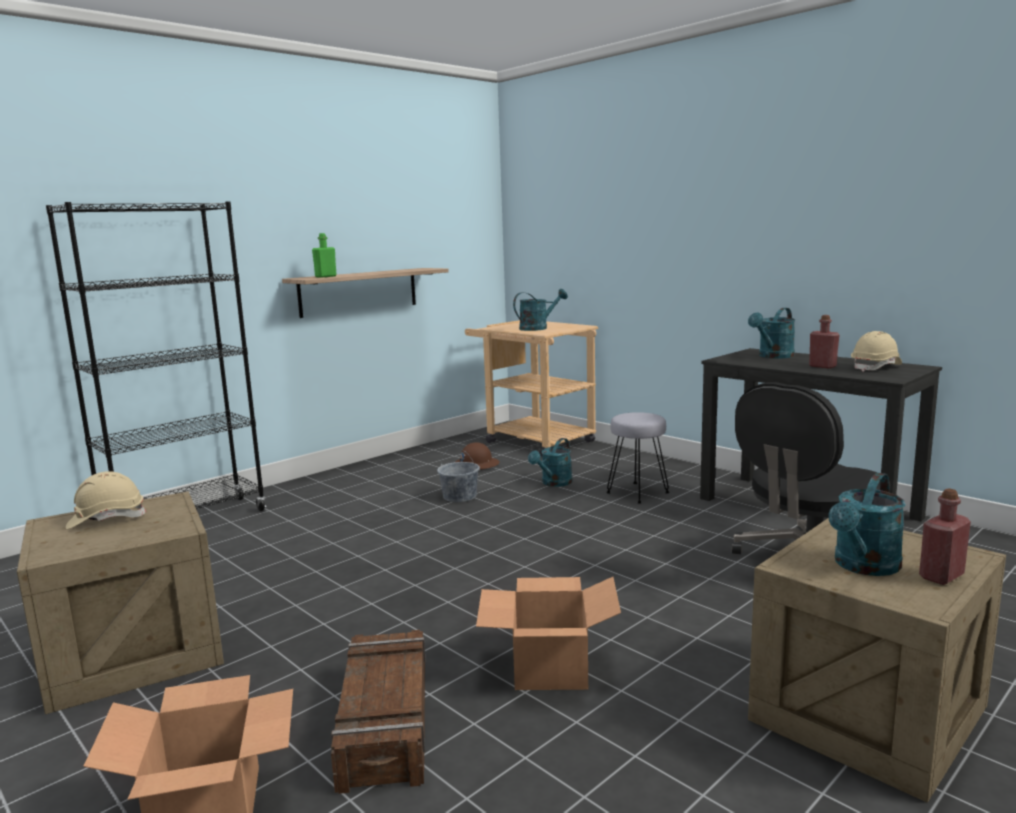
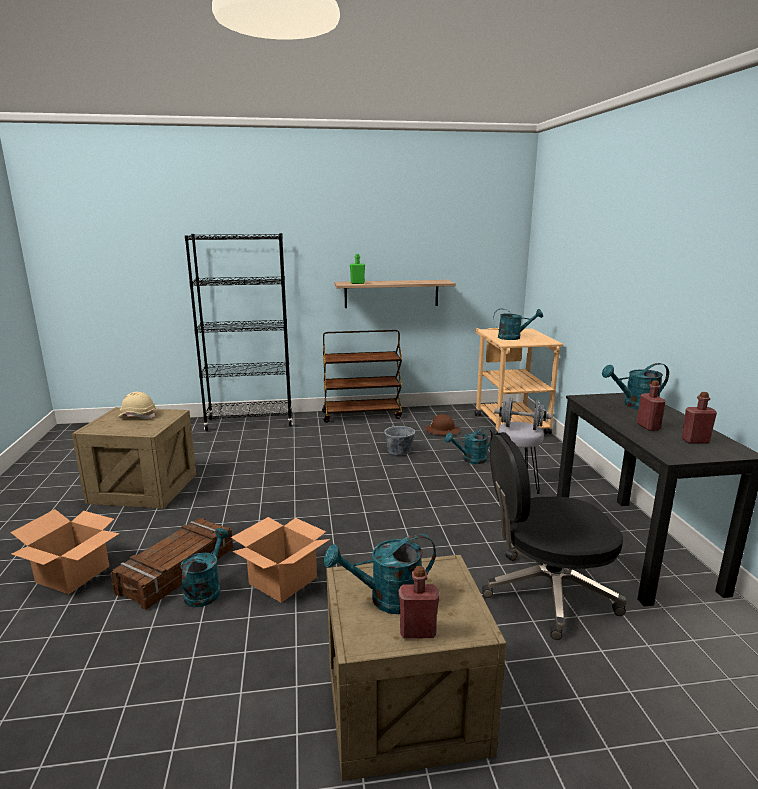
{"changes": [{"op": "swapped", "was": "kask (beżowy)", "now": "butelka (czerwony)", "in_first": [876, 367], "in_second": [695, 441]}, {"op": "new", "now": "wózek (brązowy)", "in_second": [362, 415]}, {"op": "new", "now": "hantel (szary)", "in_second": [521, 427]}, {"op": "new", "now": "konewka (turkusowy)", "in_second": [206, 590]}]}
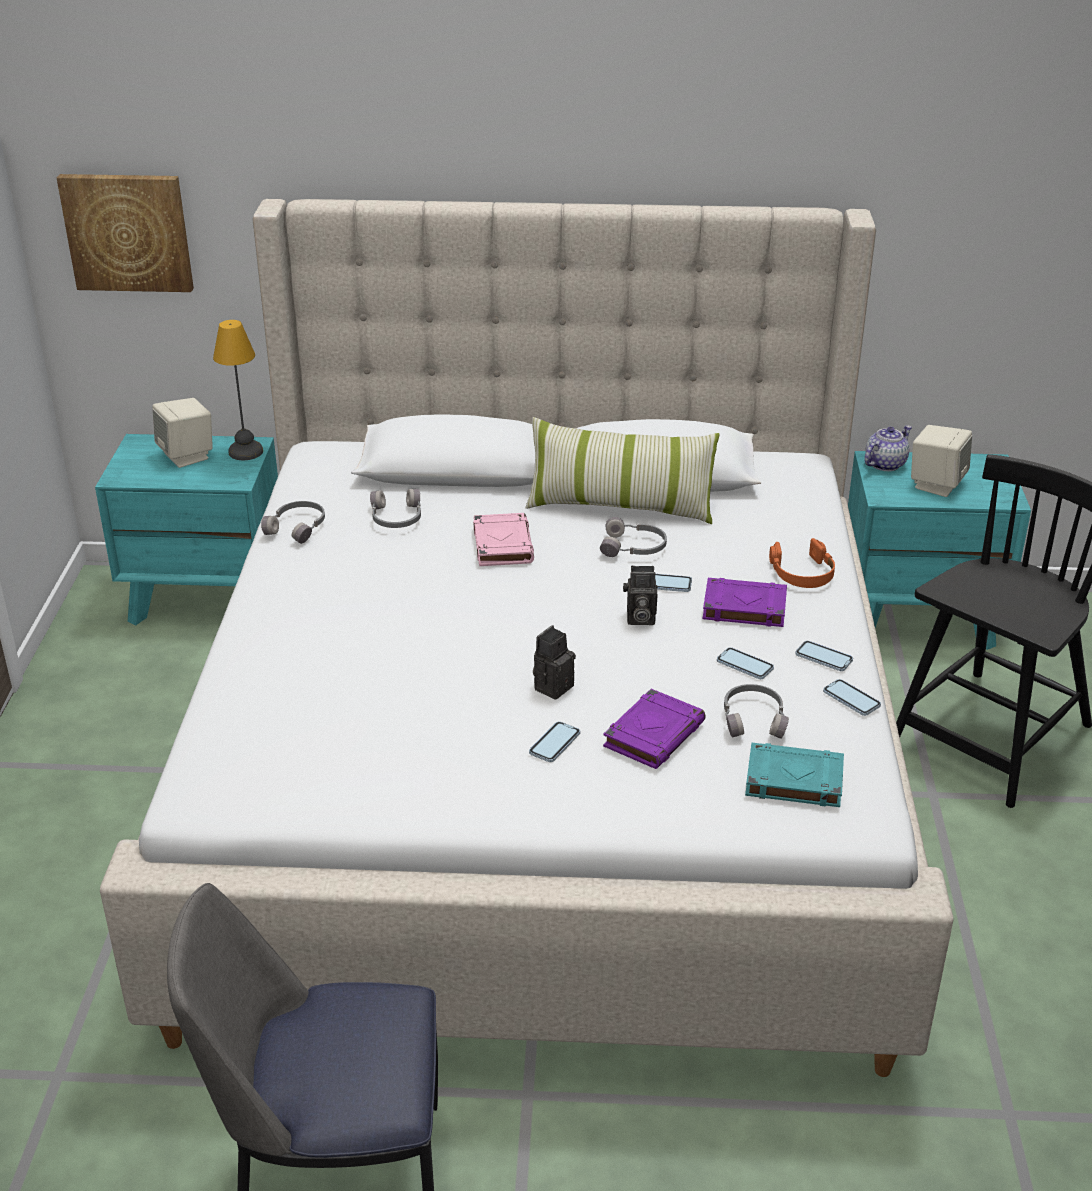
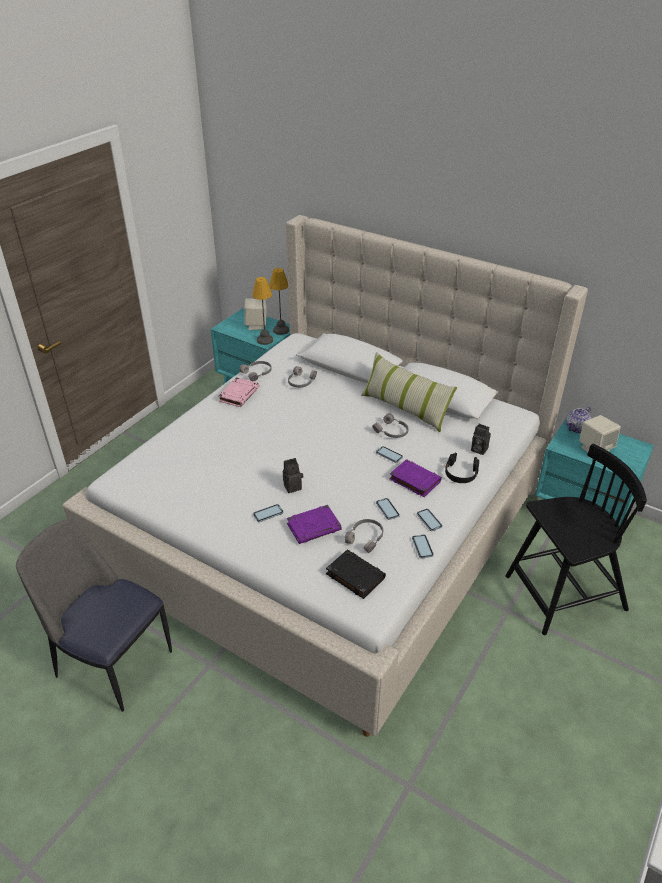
{"changes": [{"op": "gone", "was": "obraz", "in_first": [128, 232]}, {"op": "rotated", "was": "imbryk", "in_first": [885, 464], "in_second": [576, 428], "clockwise": 150}, {"op": "shifted", "was": "książka (różowy)", "in_first": [502, 544], "in_second": [239, 394]}, {"op": "repainted", "was": "słuchawki (pomarańczowy)", "now": "słuchawki (czarny)", "in_first": [802, 573], "in_second": [461, 473]}, {"op": "shifted", "was": "aparat fotograficzny", "in_first": [639, 618], "in_second": [478, 449]}, {"op": "repainted", "was": "książka (turkusowy)", "now": "książka (czarny)", "in_first": [792, 780], "in_second": [354, 576]}, {"op": "new", "now": "lampa stołowa", "in_second": [265, 340]}]}
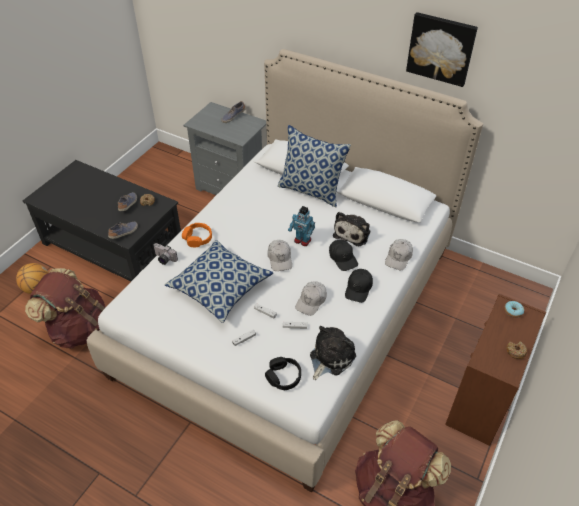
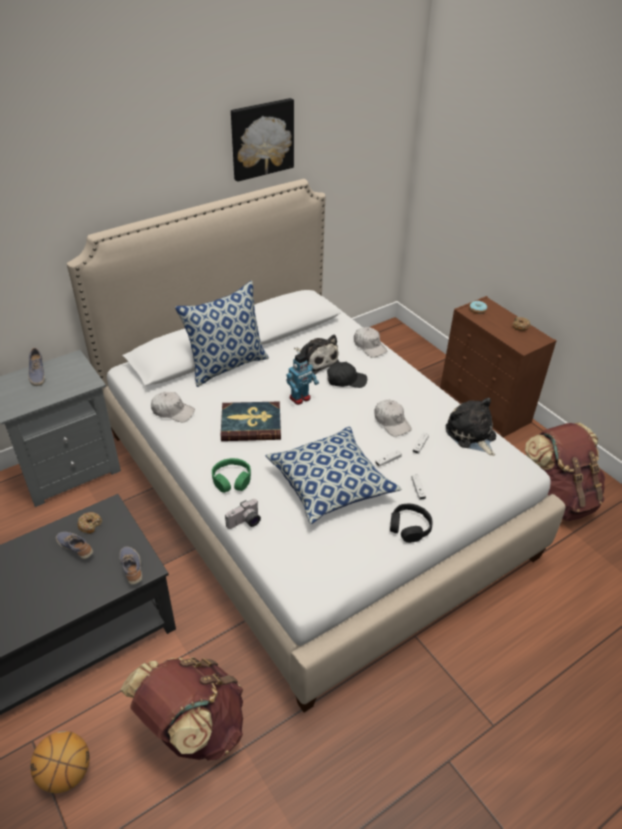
{"changes": [{"op": "repainted", "was": "słuchawki (pomarańczowy)", "now": "słuchawki (zielony)", "in_first": [198, 238], "in_second": [232, 480]}, {"op": "shifted", "was": "czapka z daszkiem (biały)", "in_first": [280, 258], "in_second": [172, 411]}, {"op": "gone", "was": "czapka z daszkiem (czarny)", "in_first": [358, 288]}, {"op": "shifted", "was": "słuchawki (czarny)", "in_first": [283, 376], "in_second": [409, 527]}, {"op": "new", "now": "książka", "in_second": [251, 424]}]}
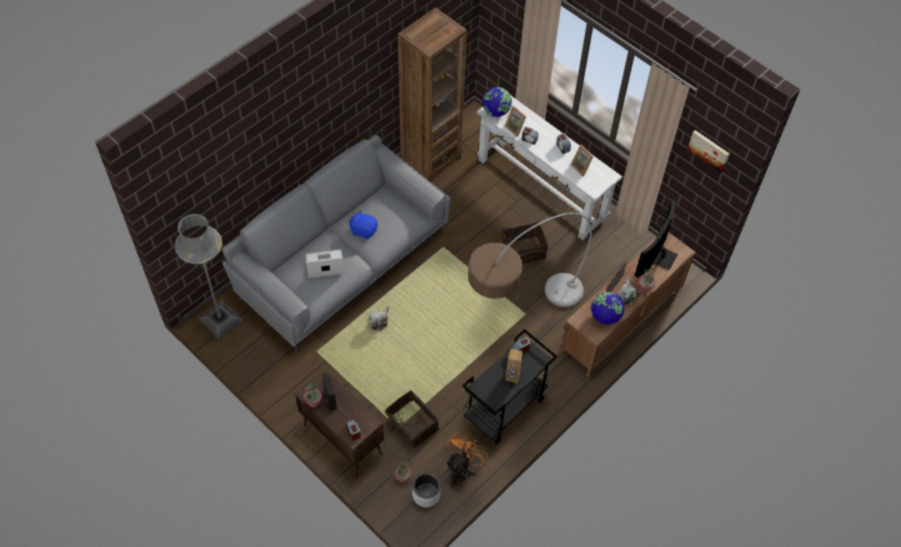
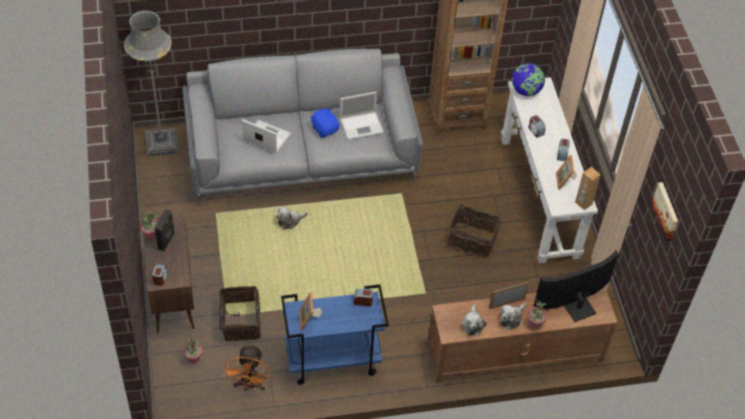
{"changes": [{"op": "shifted", "was": "ramka na zdjęcie", "in_first": [516, 128], "in_second": [309, 319]}, {"op": "gone", "was": "lampa stojąca", "in_first": [520, 315]}, {"op": "swapped", "was": "globus", "now": "pluszak", "in_first": [605, 316], "in_second": [472, 324]}, {"op": "repainted", "was": "wózek (czarny)", "now": "wózek (niebieski)", "in_first": [504, 410], "in_second": [332, 360]}, {"op": "shifted", "was": "głośnik (brązowy)", "in_first": [512, 377], "in_second": [583, 203]}, {"op": "rotated", "was": "wentylator (pomarańczowy)", "in_first": [462, 470], "in_second": [249, 385], "clockwise": 120}, {"op": "gone", "was": "donica (szary)", "in_first": [426, 494]}, {"op": "new", "now": "laptop", "in_second": [362, 125]}]}
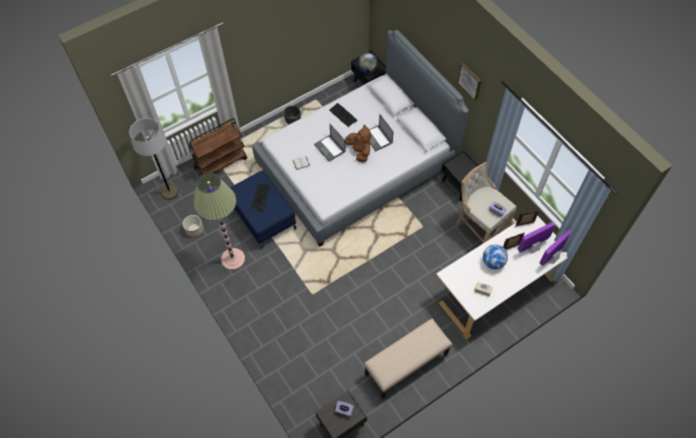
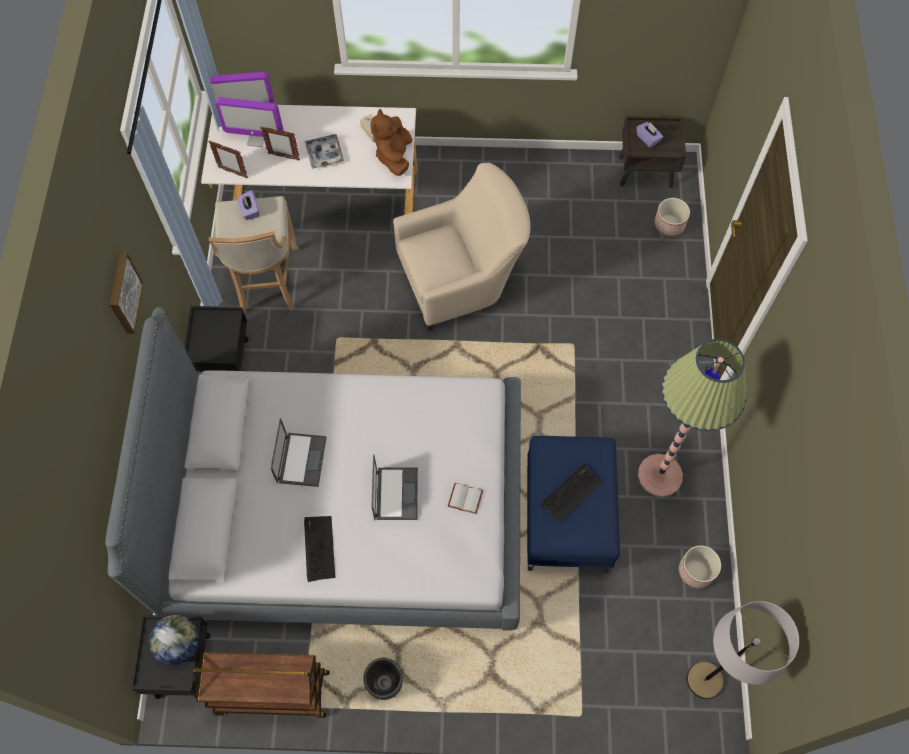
{"changes": [{"op": "shifted", "was": "wózek (brązowy)", "in_first": [221, 163], "in_second": [271, 693]}, {"op": "shifted", "was": "pluszak (brązowy)", "in_first": [359, 151], "in_second": [394, 156]}, {"op": "swapped", "was": "globus", "now": "taca", "in_first": [493, 262], "in_second": [324, 154]}, {"op": "gone", "was": "ławka (beżowy)", "in_first": [406, 365]}, {"op": "new", "now": "fotel (beżowy)", "in_second": [462, 281]}, {"op": "new", "now": "donica", "in_second": [669, 224]}]}
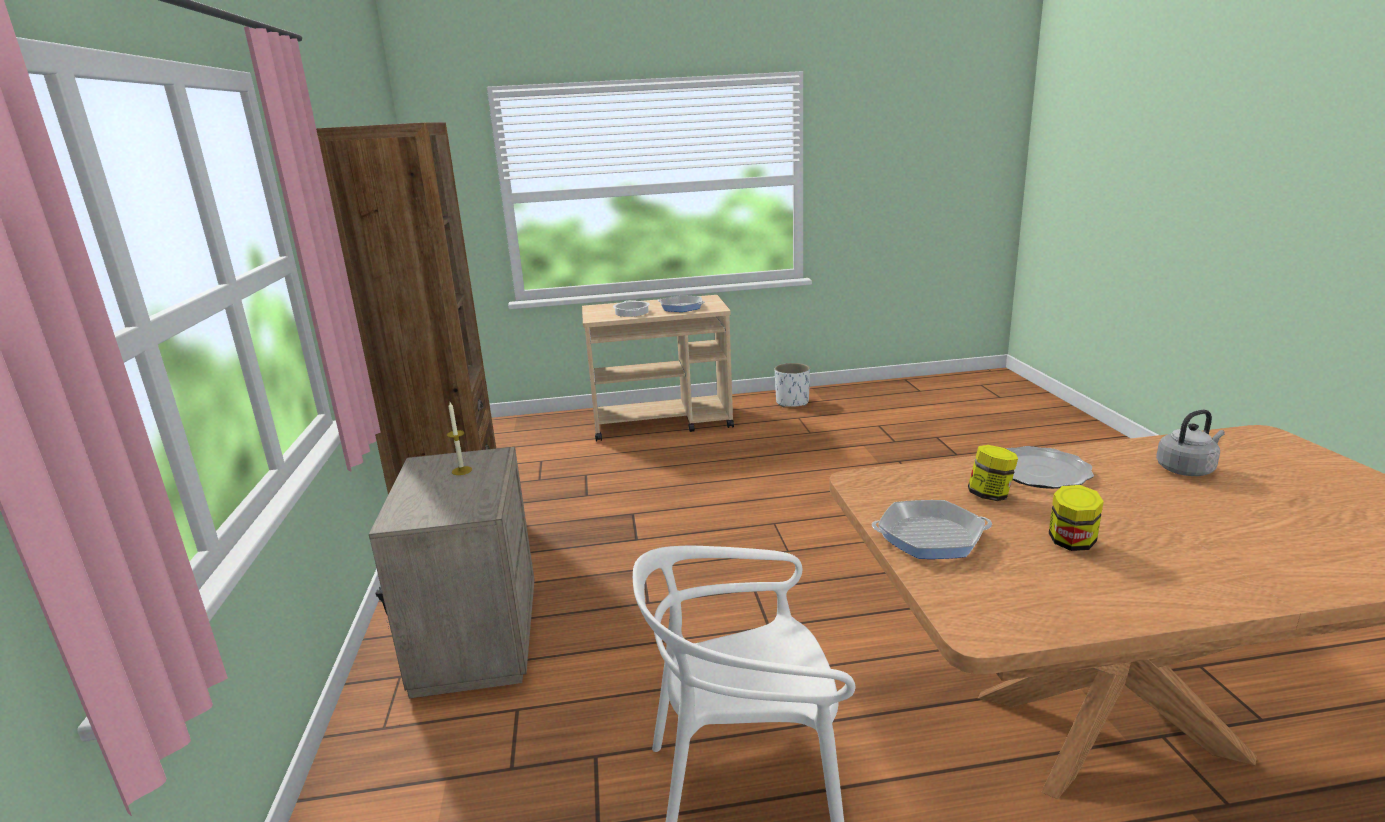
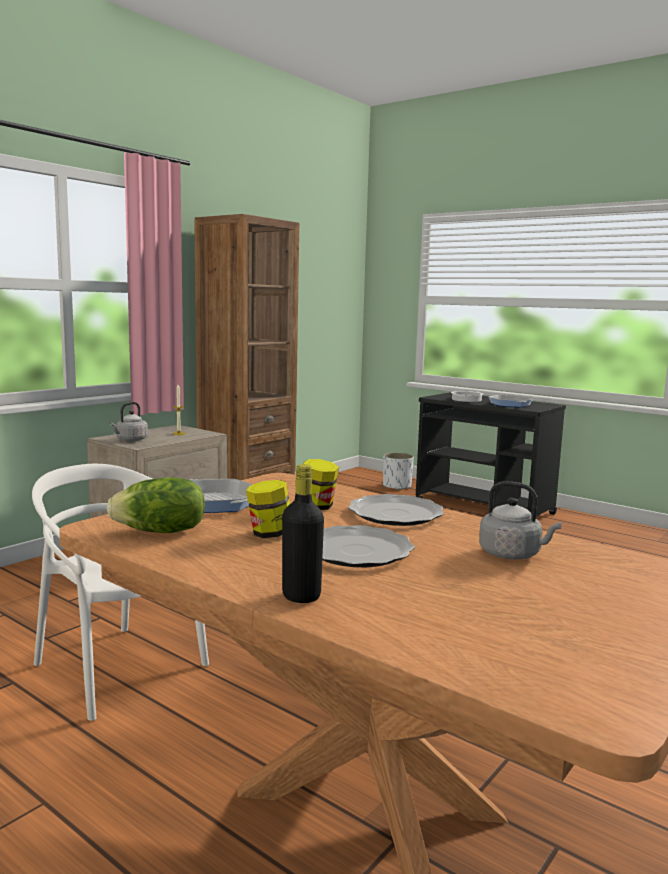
{"changes": [{"op": "repainted", "was": "wózek (beżowy)", "now": "wózek (czarny)", "in_first": [663, 422], "in_second": [485, 508]}, {"op": "shifted", "was": "donica (biały)", "in_first": [792, 402], "in_second": [397, 486]}, {"op": "new", "now": "czajnik (szary)", "in_second": [130, 440]}, {"op": "new", "now": "butelka (czarny)", "in_second": [301, 596]}, {"op": "new", "now": "sałata", "in_second": [161, 532]}, {"op": "new", "now": "talerz", "in_second": [357, 551]}]}
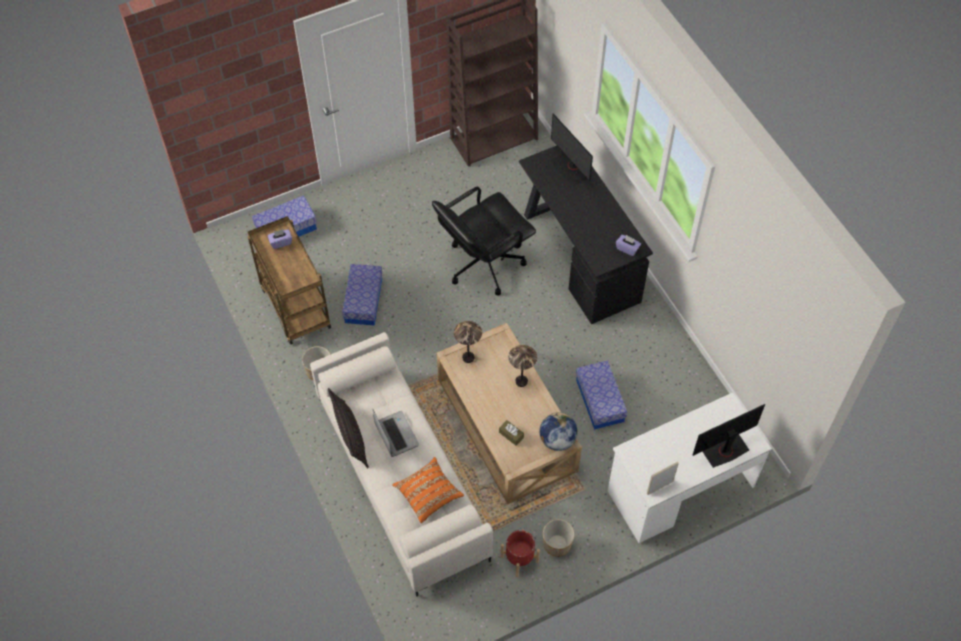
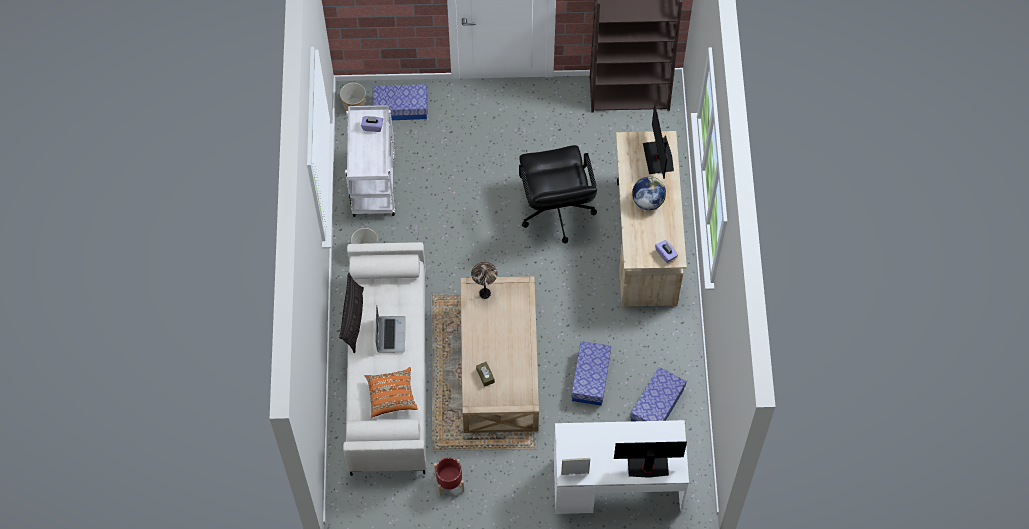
{"changes": [{"op": "repainted", "was": "biurko (czarny)", "now": "biurko (beżowy)", "in_first": [579, 255], "in_second": [645, 238]}, {"op": "rotated", "was": "krzesło biurowe (czarny)", "in_first": [483, 264], "in_second": [556, 211], "clockwise": -90}, {"op": "repainted", "was": "wózek (brązowy)", "now": "wózek (biały)", "in_first": [294, 307], "in_second": [373, 184]}, {"op": "shifted", "was": "pojemnik do przechowywania", "in_first": [363, 301], "in_second": [657, 405]}, {"op": "gone", "was": "lampa stołowa", "in_first": [521, 381]}, {"op": "shifted", "was": "globus", "in_first": [557, 440], "in_second": [647, 201]}, {"op": "shifted", "was": "donica", "in_first": [557, 544], "in_second": [354, 105]}]}
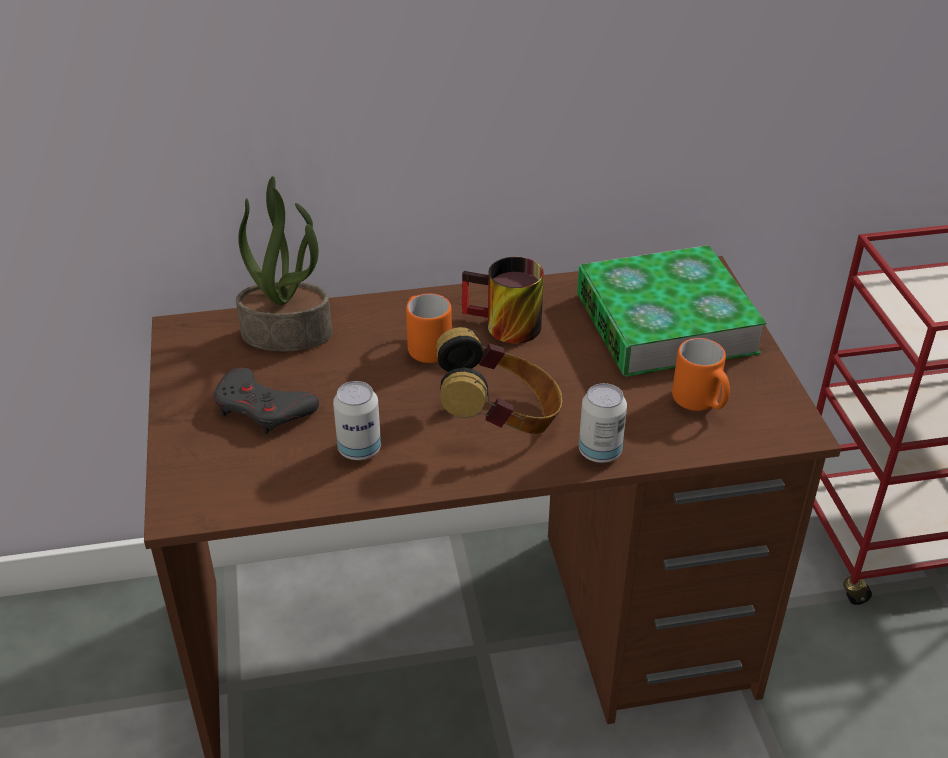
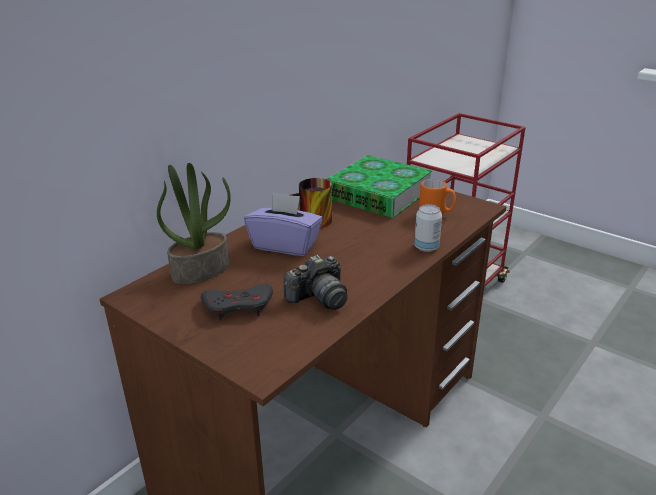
{"changes": [{"op": "swapped", "was": "kubek (pomarańczowy)", "now": "pudełko chusteczek (fioletowy)", "in_first": [425, 347], "in_second": [285, 245]}, {"op": "gone", "was": "słuchawki", "in_first": [500, 419]}, {"op": "swapped", "was": "puszka", "now": "aparat fotograficzny", "in_first": [359, 449], "in_second": [319, 298]}]}
